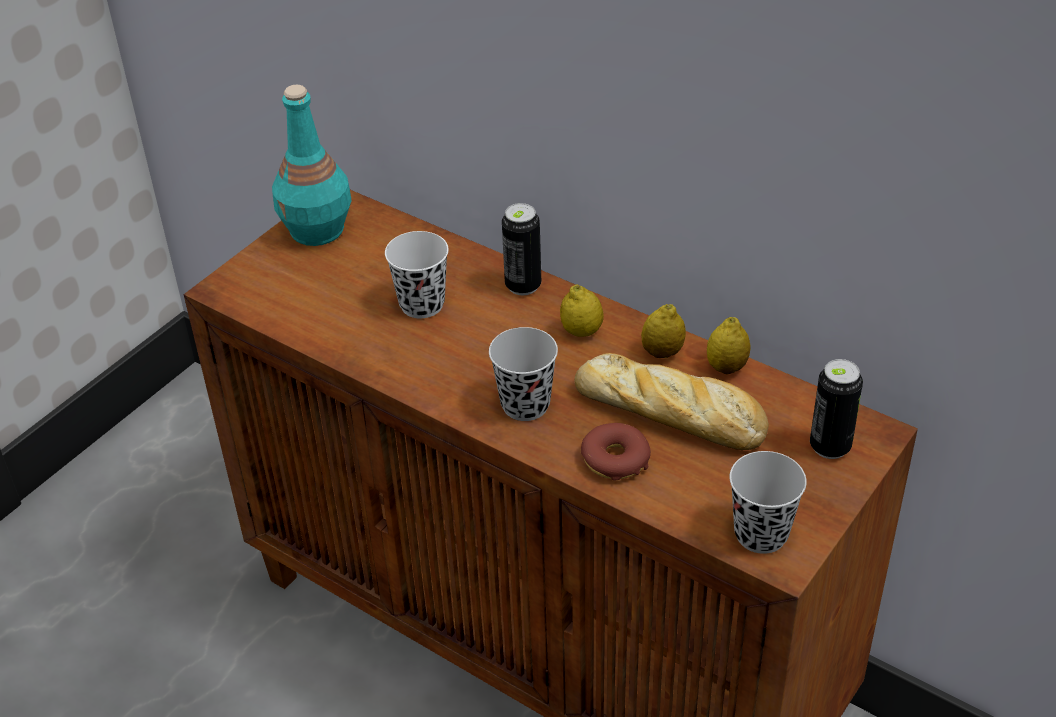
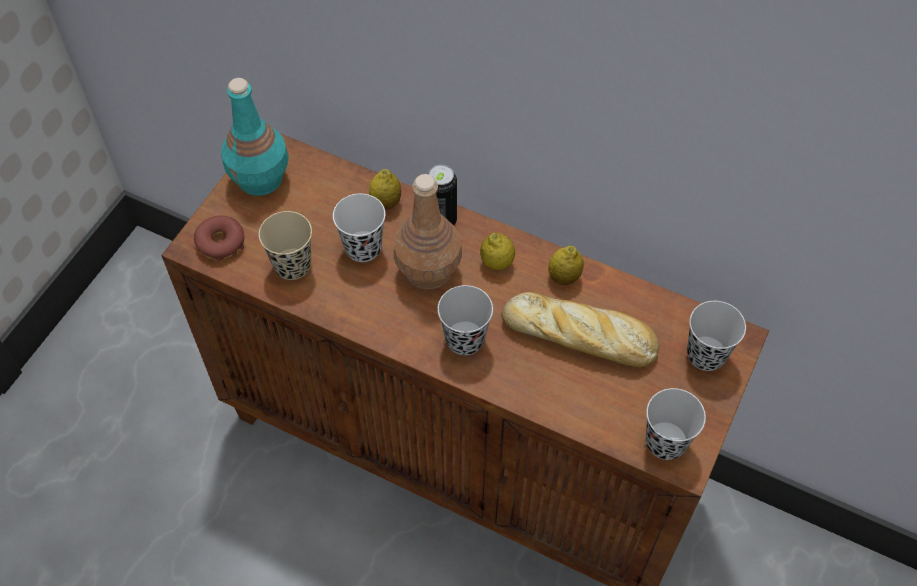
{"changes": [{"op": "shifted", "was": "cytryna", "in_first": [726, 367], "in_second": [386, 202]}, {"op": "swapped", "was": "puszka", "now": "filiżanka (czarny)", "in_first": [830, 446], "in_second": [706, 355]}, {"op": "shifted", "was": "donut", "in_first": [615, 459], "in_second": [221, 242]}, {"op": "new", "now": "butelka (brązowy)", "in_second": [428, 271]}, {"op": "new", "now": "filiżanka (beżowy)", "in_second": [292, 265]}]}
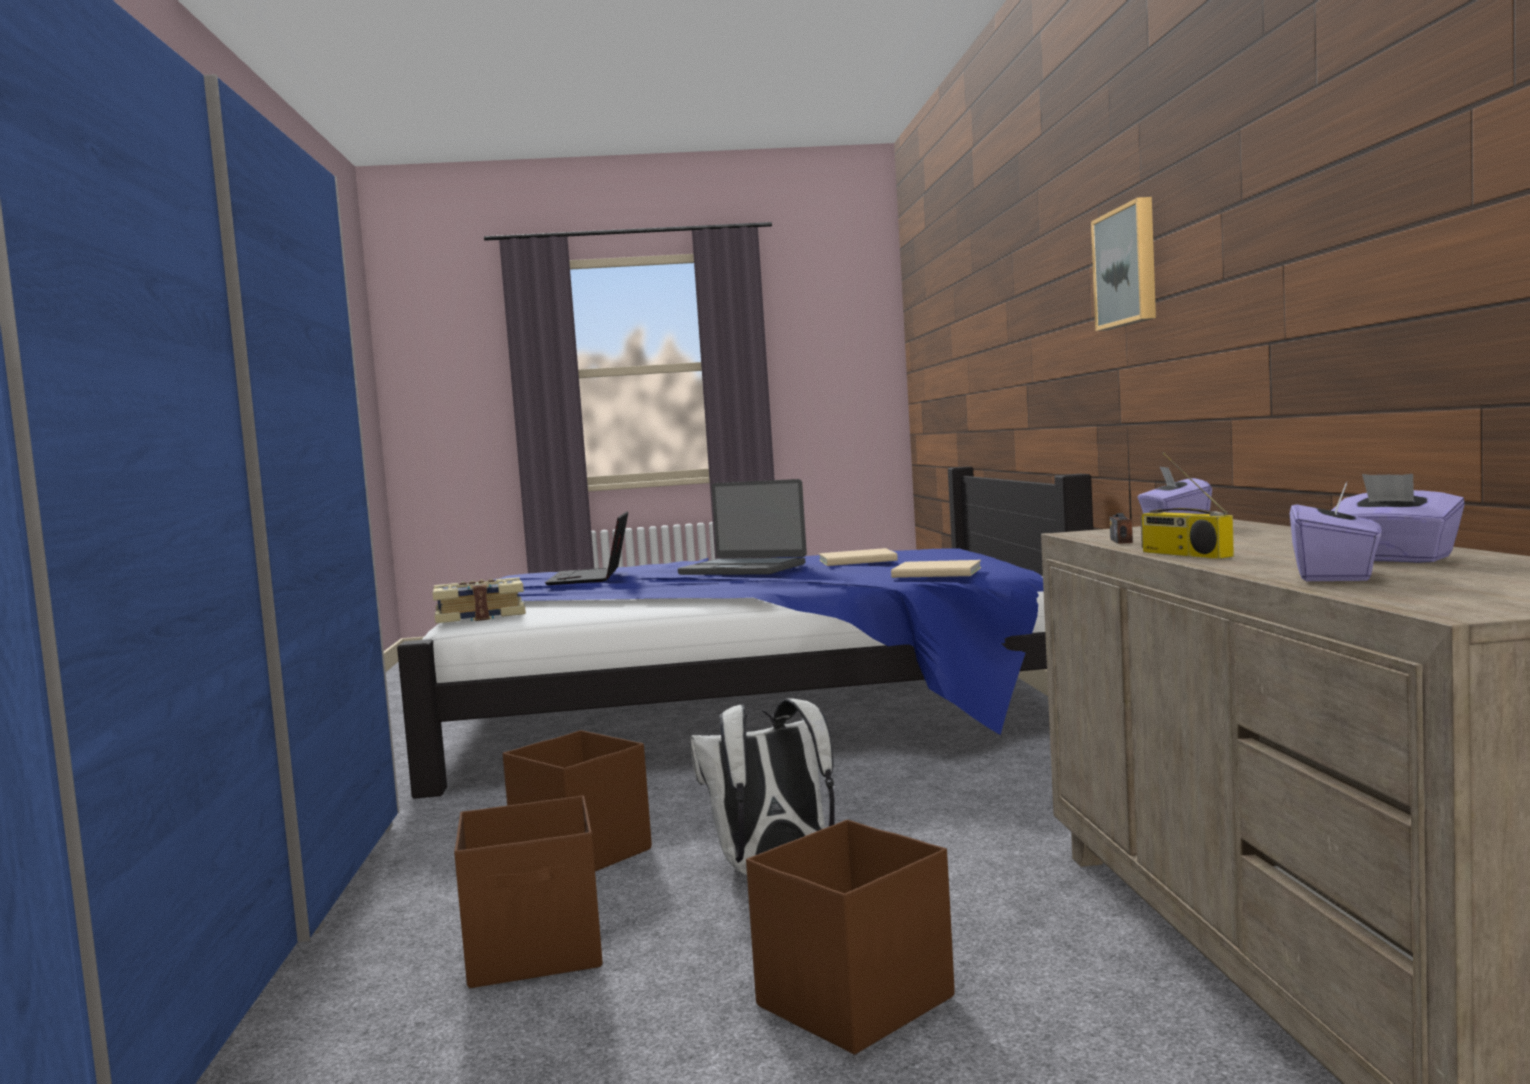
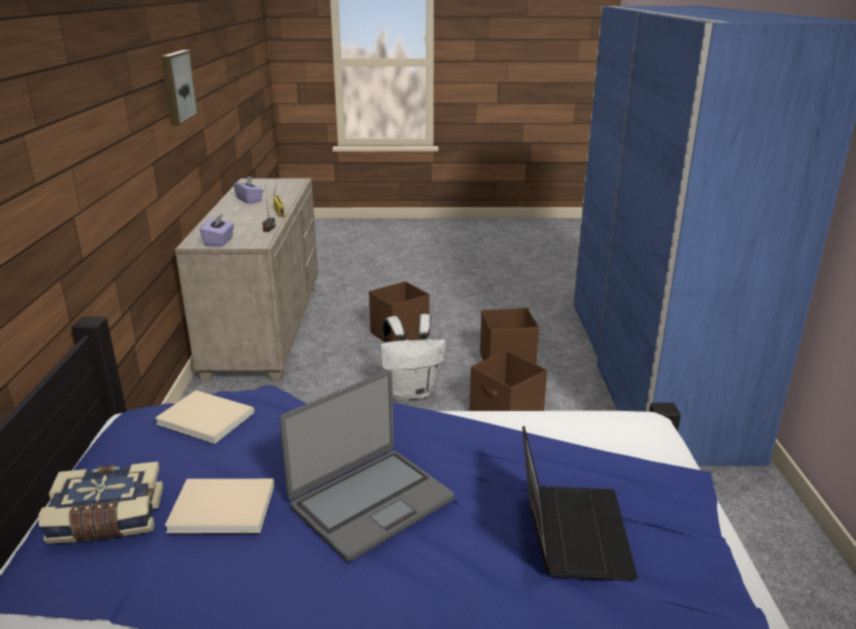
{"changes": [{"op": "shifted", "was": "obraz", "in_first": [1128, 267], "in_second": [176, 87]}, {"op": "rotated", "was": "laptop", "in_first": [743, 569], "in_second": [370, 502], "clockwise": 105}, {"op": "gone", "was": "pudełko chusteczek (fioletowy)", "in_first": [1335, 575]}, {"op": "shifted", "was": "książka", "in_first": [480, 616], "in_second": [107, 519]}]}
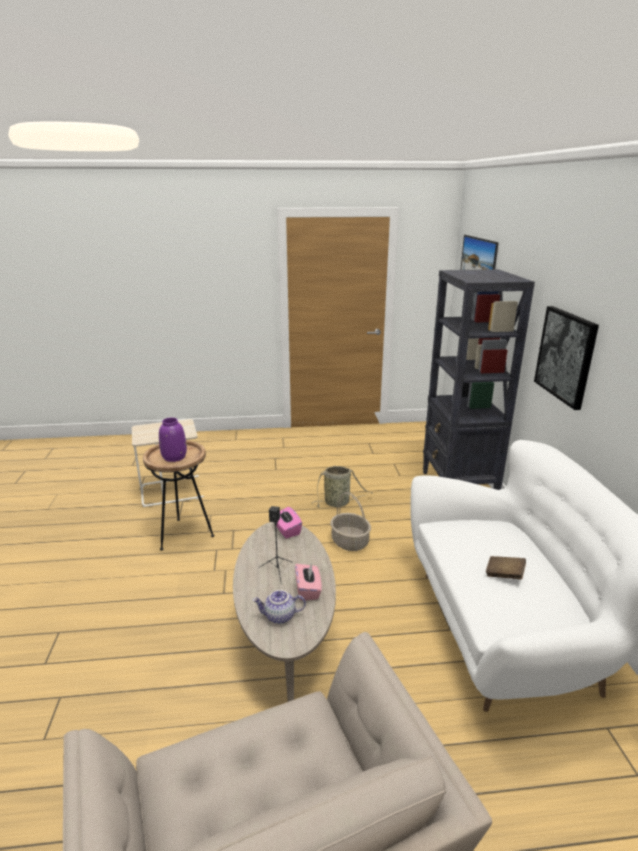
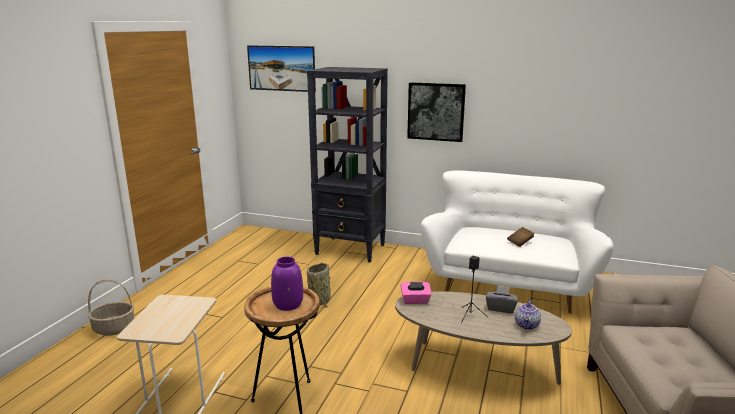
{"changes": [{"op": "shifted", "was": "koszyk", "in_first": [350, 542], "in_second": [114, 328]}, {"op": "repainted", "was": "pudełko chusteczek (różowy)", "now": "pudełko chusteczek (szary)", "in_first": [308, 590], "in_second": [500, 308]}]}
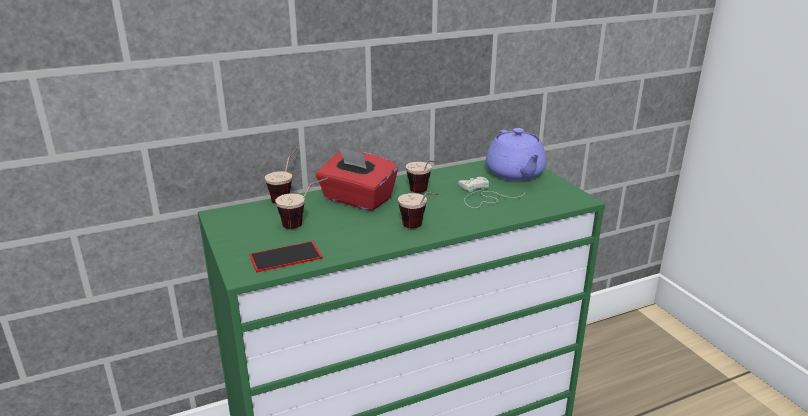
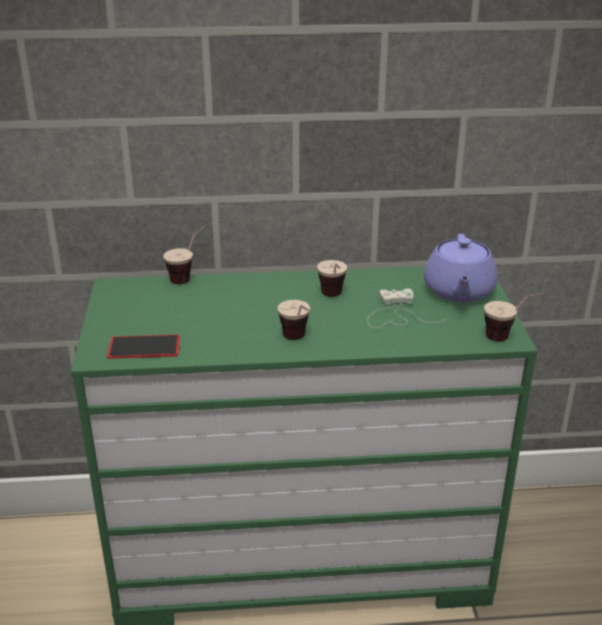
{"changes": [{"op": "gone", "was": "pudełko chusteczek (czerwony)", "in_first": [357, 199]}, {"op": "shifted", "was": "filiżanka", "in_first": [304, 223], "in_second": [510, 337]}]}
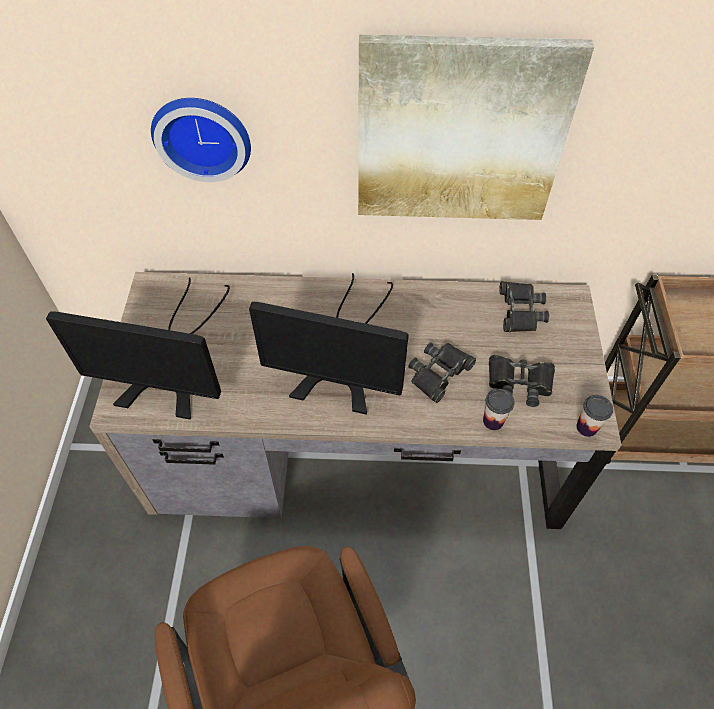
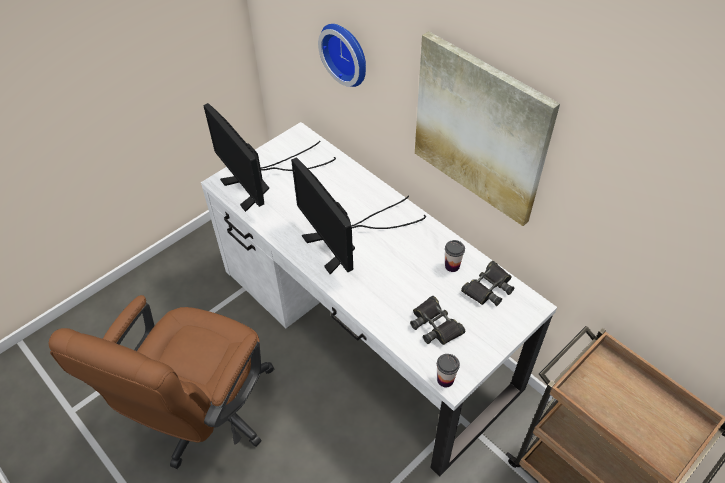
{"changes": [{"op": "repainted", "was": "biurko (brązowy)", "now": "biurko (biały)", "in_first": [356, 450], "in_second": [365, 327]}, {"op": "gone", "was": "lornetka (czarny)", "in_first": [439, 373]}, {"op": "shifted", "was": "filiżanka", "in_first": [493, 421], "in_second": [452, 266]}]}
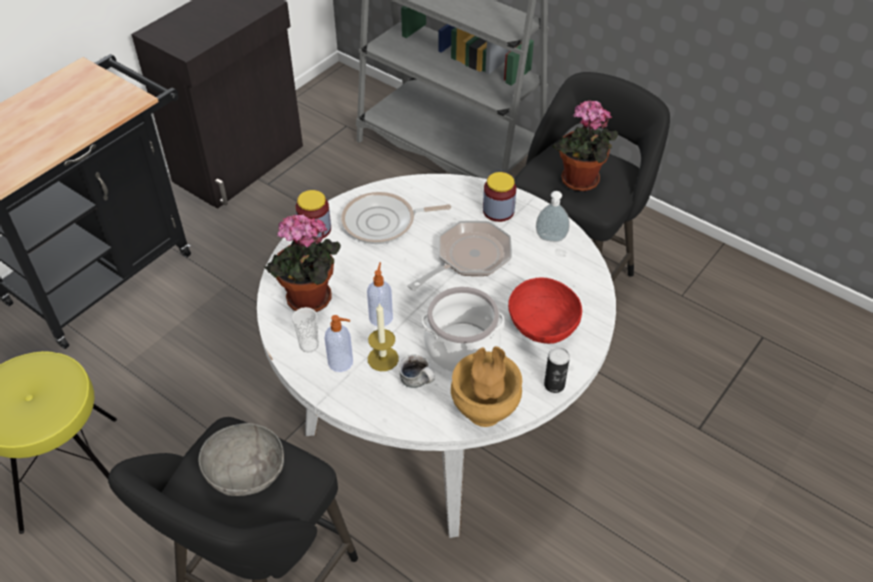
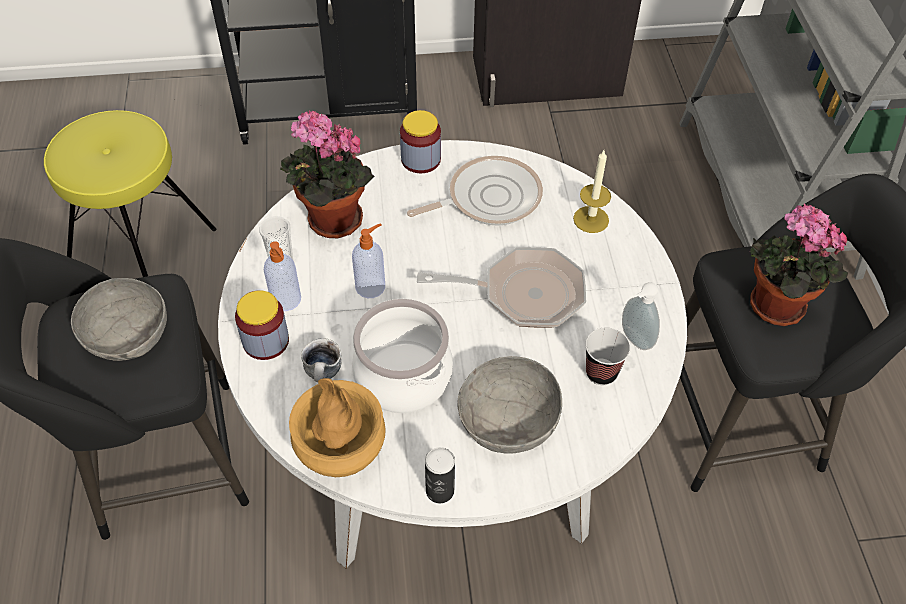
{"changes": [{"op": "shifted", "was": "słoik", "in_first": [498, 211], "in_second": [266, 341]}, {"op": "rotated", "was": "patelnia", "in_first": [383, 223], "in_second": [488, 198], "clockwise": 120}, {"op": "repainted", "was": "miska (czerwony)", "now": "miska (szary)", "in_first": [543, 325], "in_second": [508, 421]}, {"op": "shifted", "was": "świeca", "in_first": [383, 358], "in_second": [591, 219]}, {"op": "new", "now": "filiżanka", "in_second": [601, 373]}]}
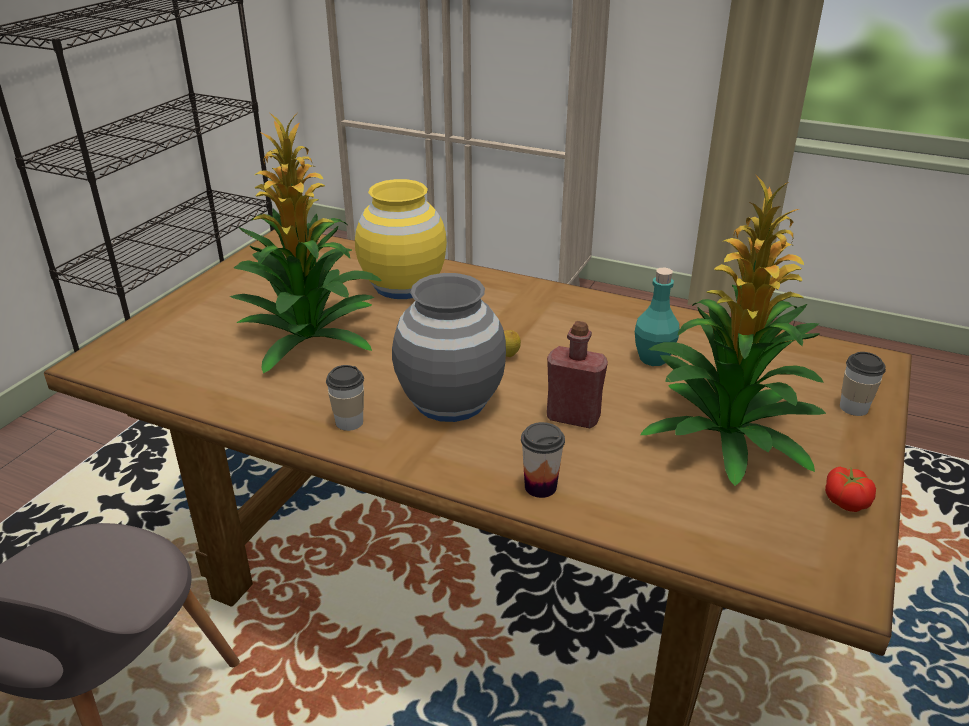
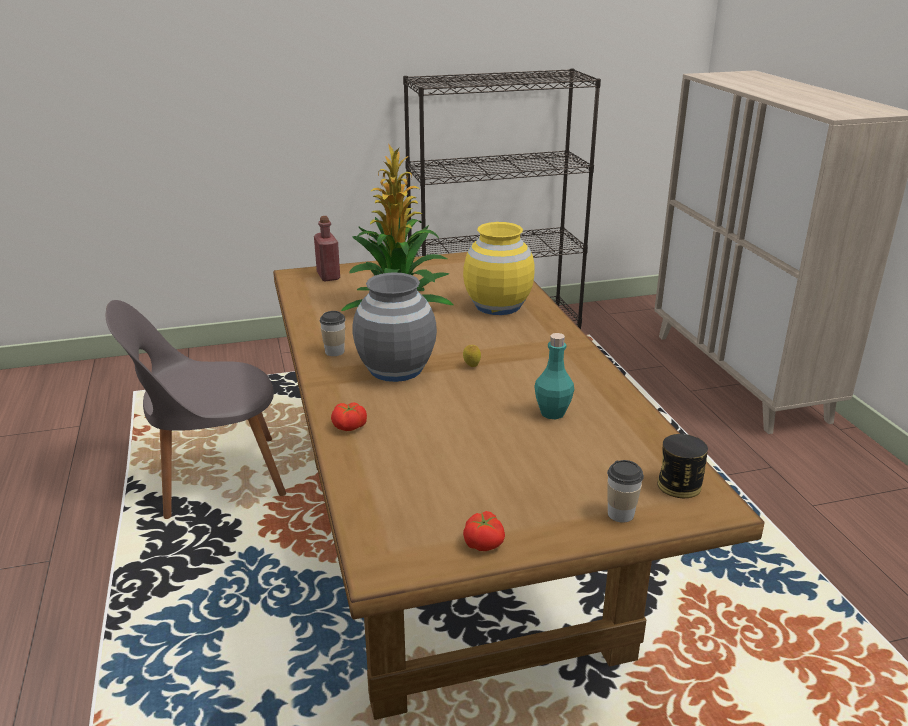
{"changes": [{"op": "gone", "was": "roślina doniczkowa", "in_first": [725, 433]}, {"op": "shifted", "was": "butelka (czerwony)", "in_first": [573, 417], "in_second": [328, 276]}, {"op": "swapped", "was": "filiżanka", "now": "pomidor", "in_first": [540, 487], "in_second": [349, 427]}, {"op": "new", "now": "puszka", "in_second": [679, 485]}]}
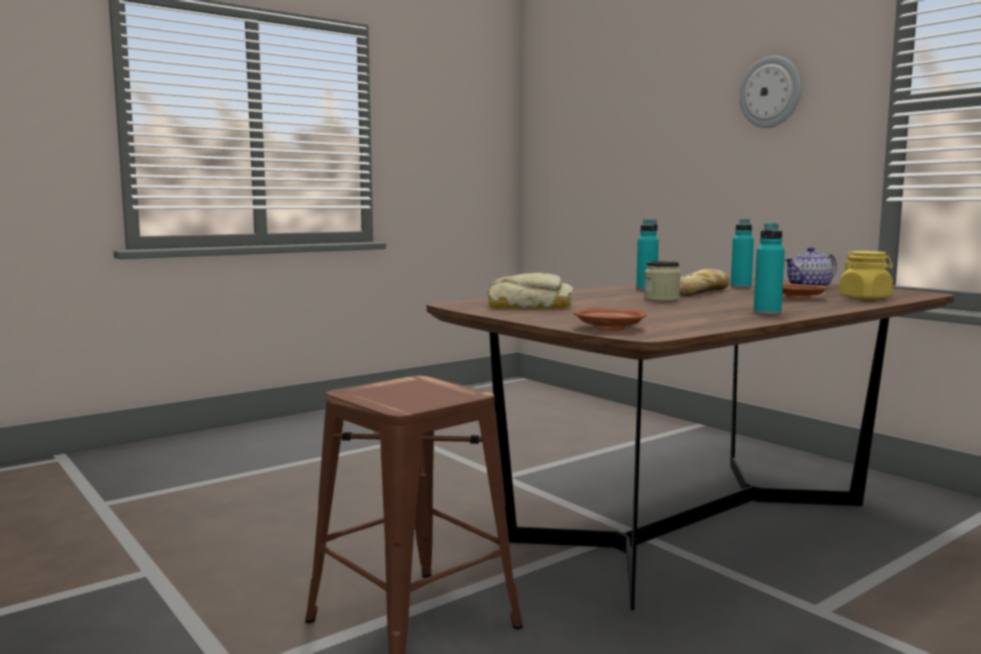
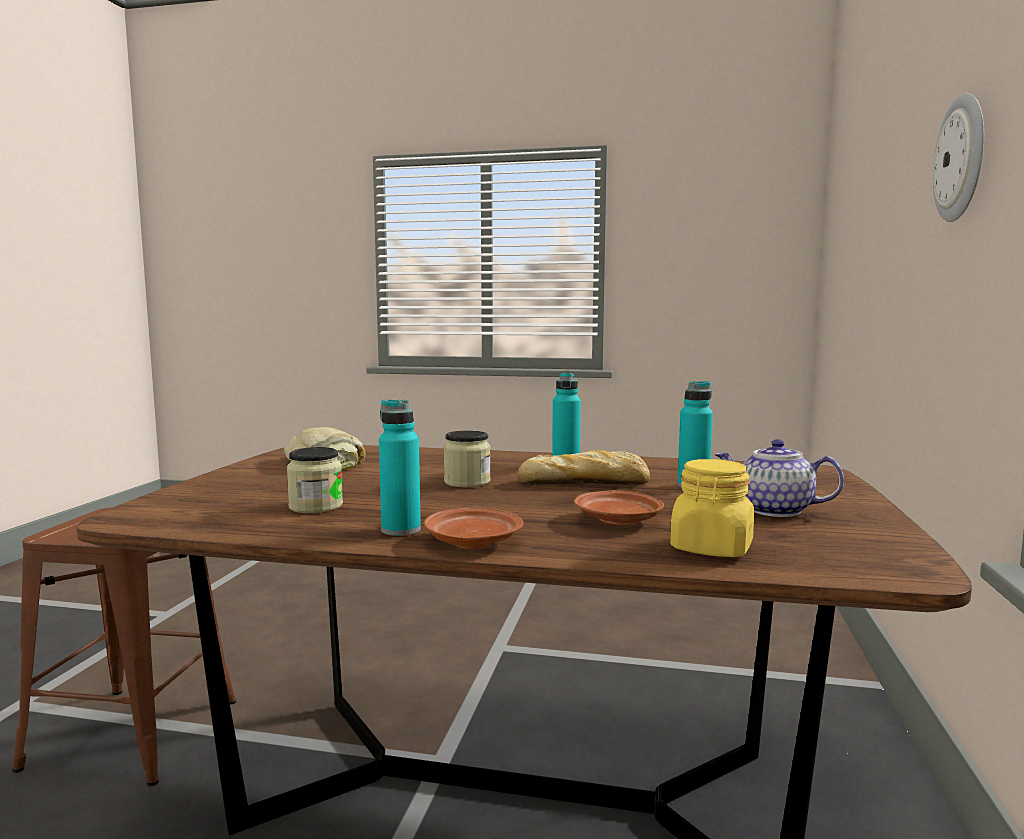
{"changes": [{"op": "shifted", "was": "talerz (brązowy)", "in_first": [608, 328], "in_second": [472, 542]}, {"op": "new", "now": "słoik", "in_second": [316, 506]}]}
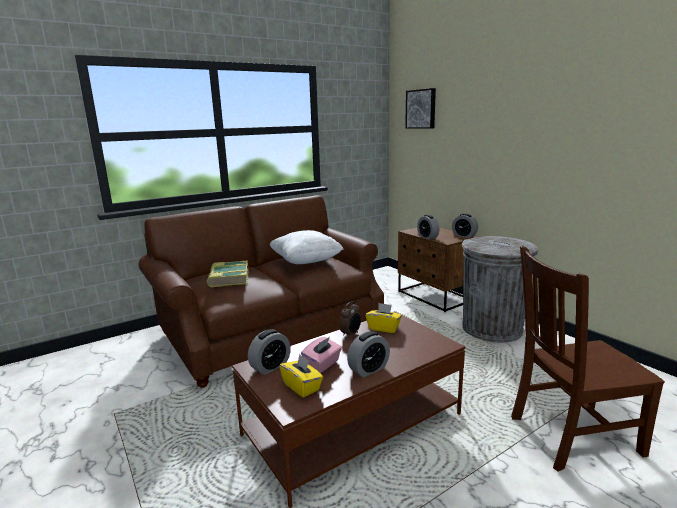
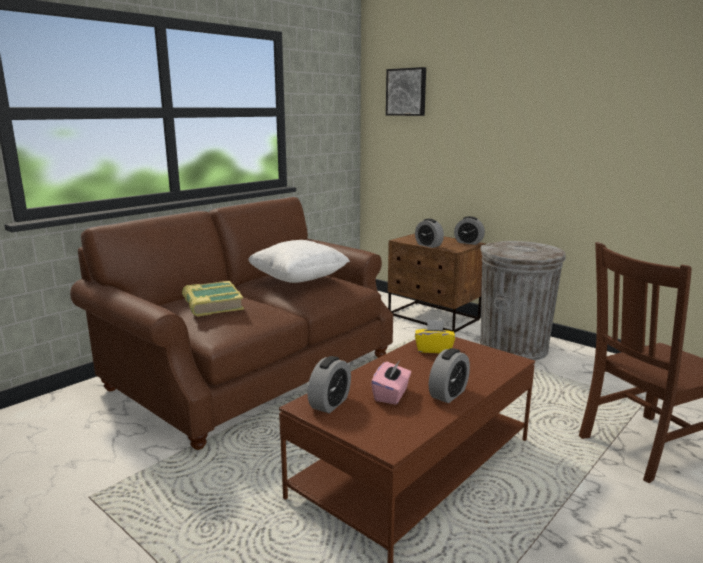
{"changes": [{"op": "gone", "was": "budzik", "in_first": [351, 334]}, {"op": "gone", "was": "pudełko chusteczek (żółty)", "in_first": [302, 387]}]}
